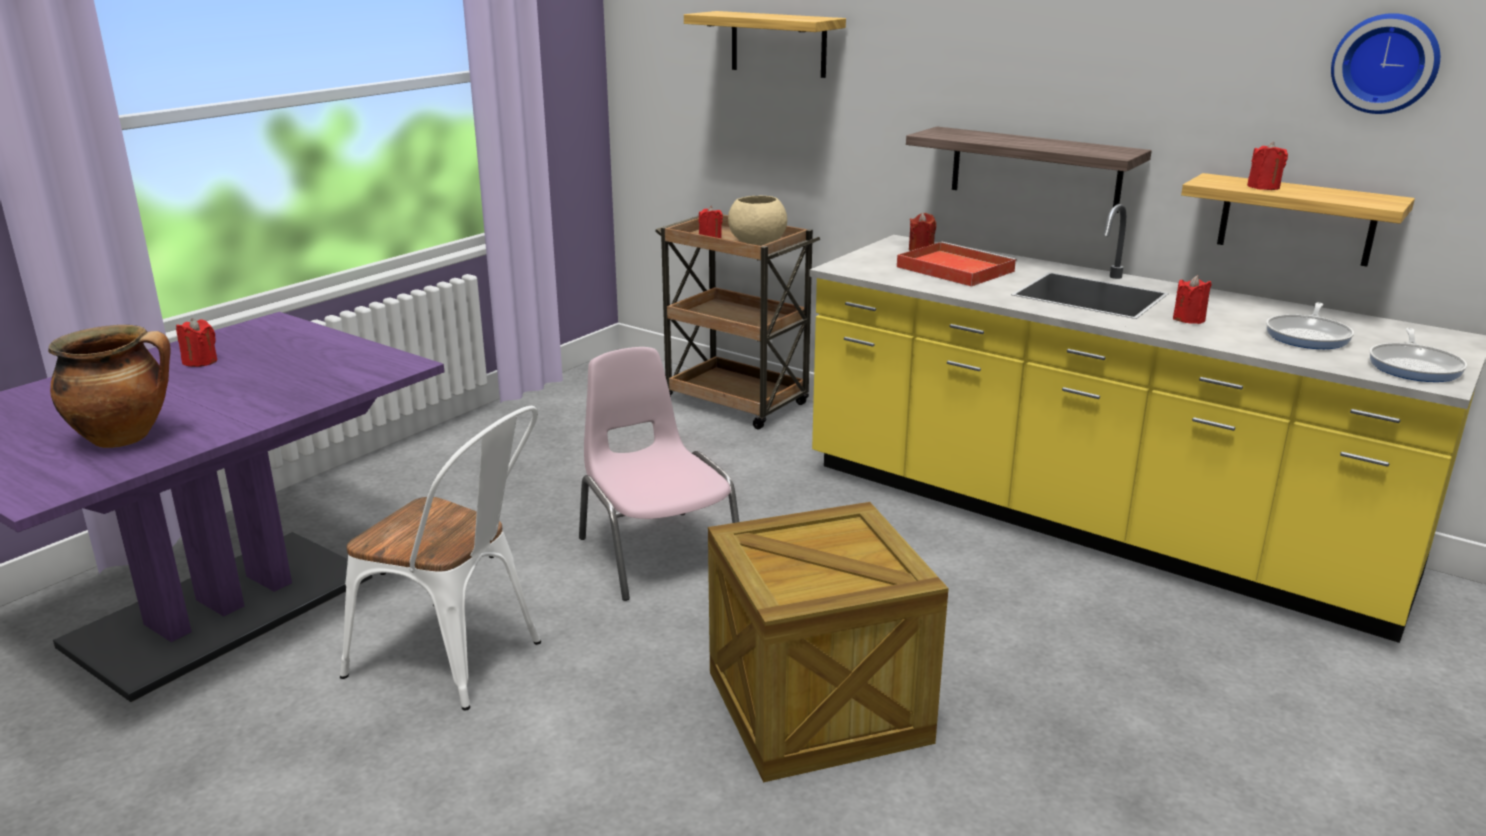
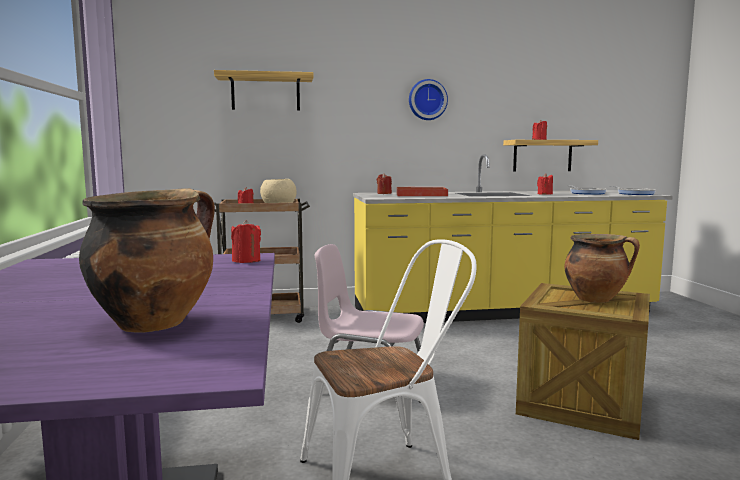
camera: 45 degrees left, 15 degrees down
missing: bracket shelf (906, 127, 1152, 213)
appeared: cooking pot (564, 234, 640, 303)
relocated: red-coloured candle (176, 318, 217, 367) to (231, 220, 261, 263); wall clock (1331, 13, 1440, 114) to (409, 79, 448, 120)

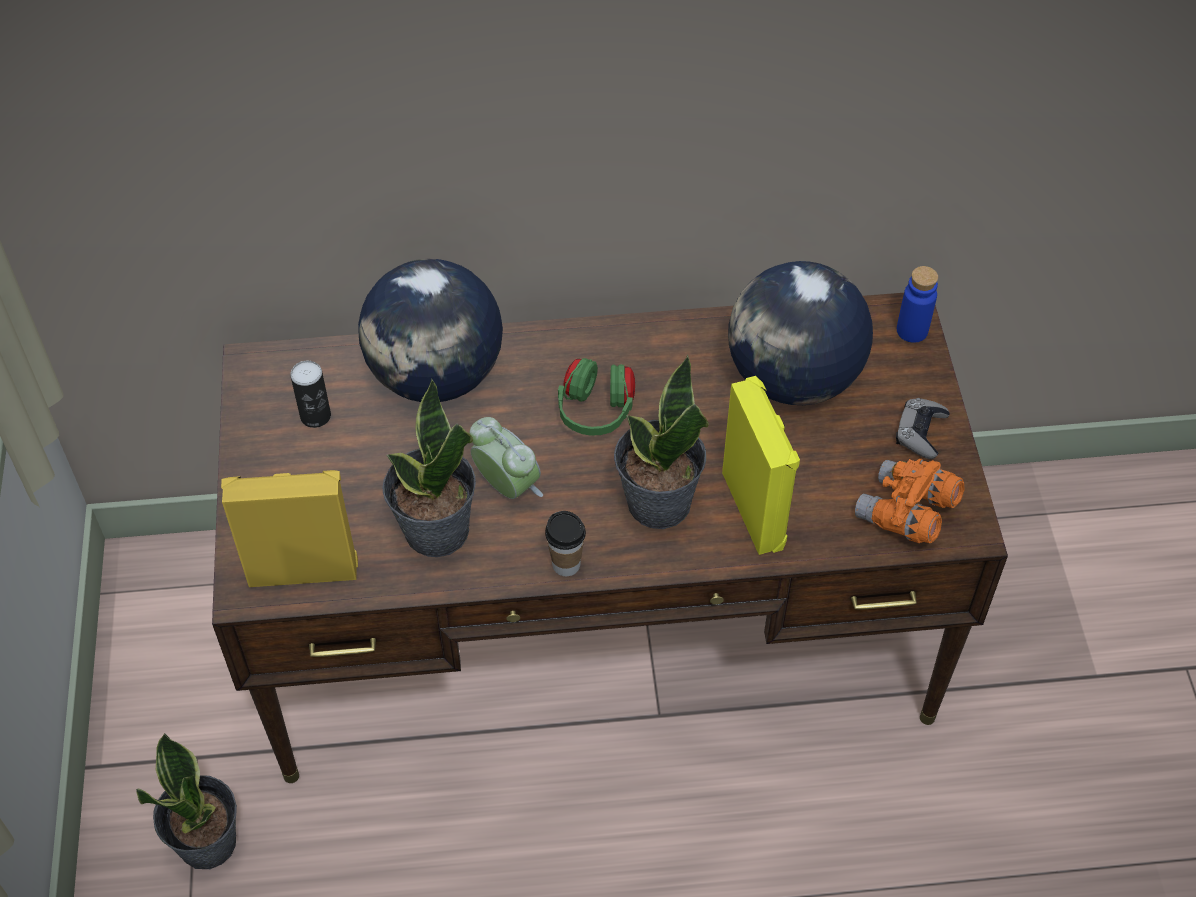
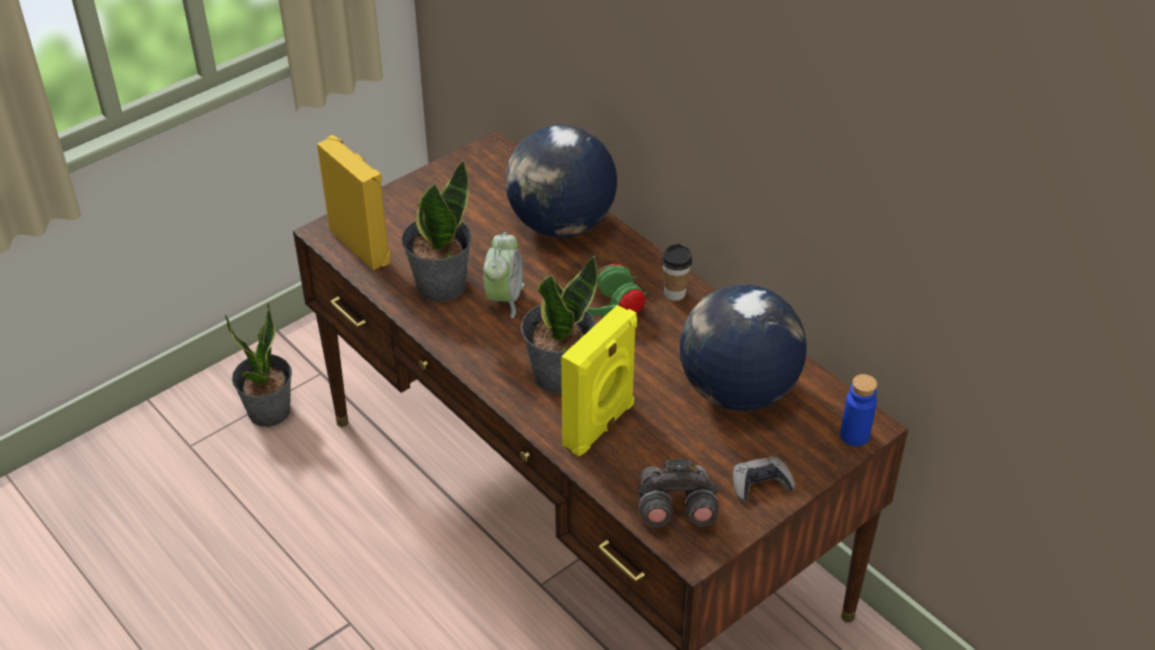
camera: 55 degrees right, 10 degrees down
missing: sealed can (290, 361, 331, 428)
relocated: cup (545, 511, 586, 576) to (662, 244, 692, 301)
colour: orange-coloured pair of binoculars (855, 459, 965, 543) to gray pair of binoculars (638, 459, 719, 528)

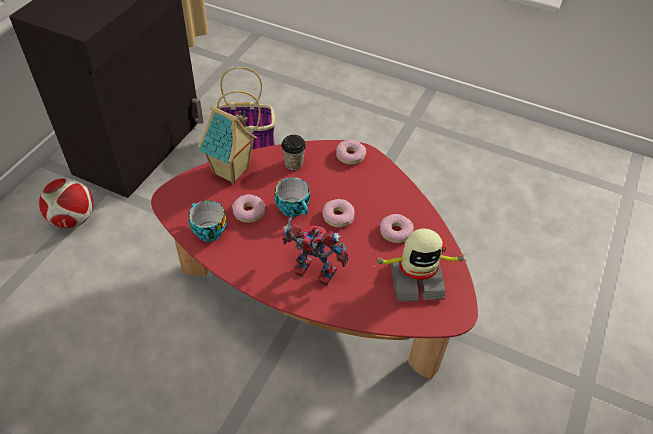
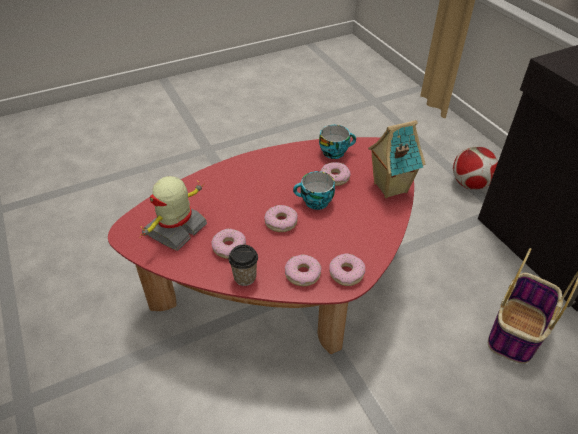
camera: 130 degrees right, 5 degrees down
missing: robot figure (282, 217, 349, 286)
appeared: donut (285, 254, 321, 286)
relocated: cup (281, 135, 306, 170) to (228, 245, 258, 286)

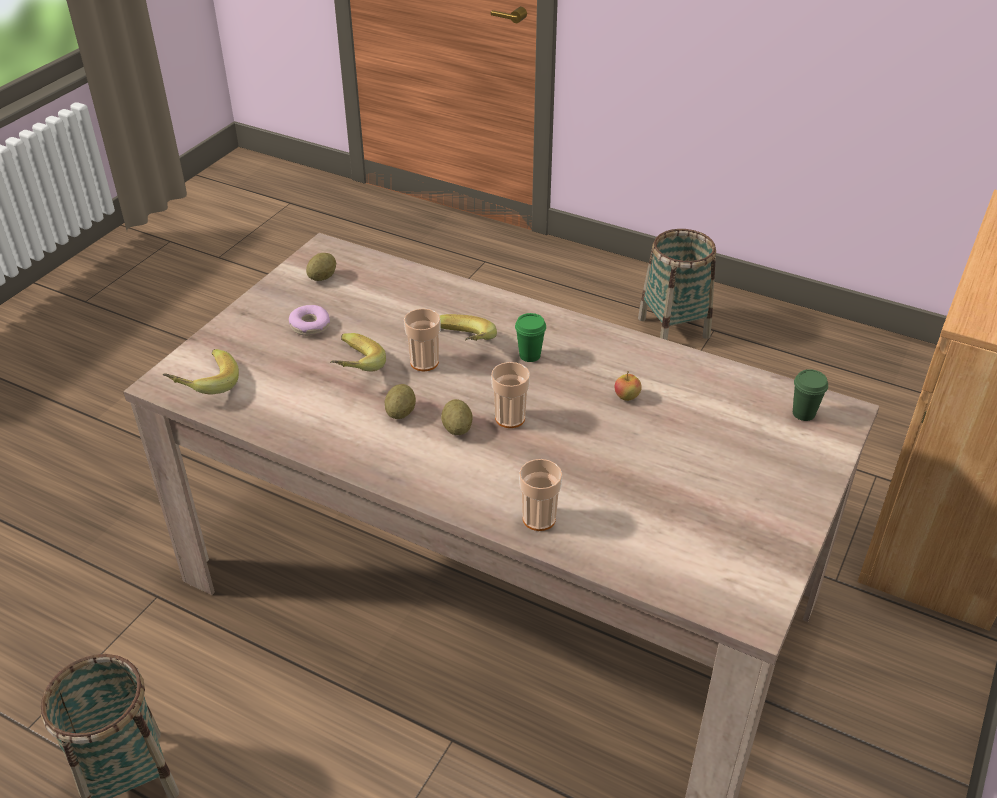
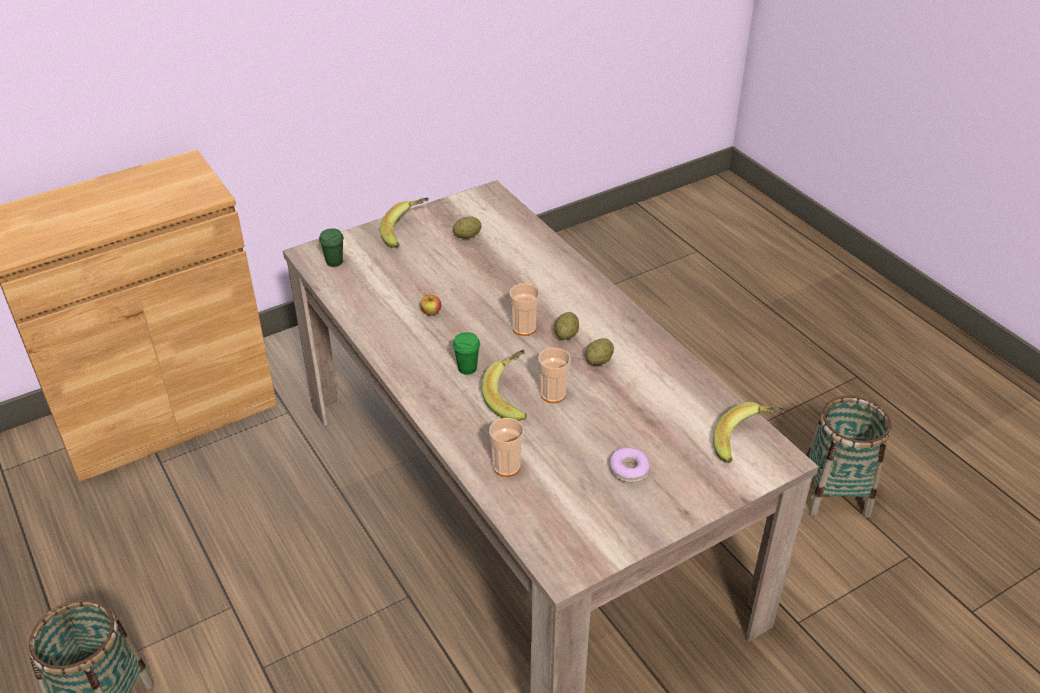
camera: 150 degrees left, 0 degrees up
relocated: whole potato (306, 253, 336, 281) to (453, 216, 482, 239); banana fruit (331, 333, 386, 372) to (380, 198, 429, 247); cup (519, 459, 562, 531) to (489, 418, 524, 477)

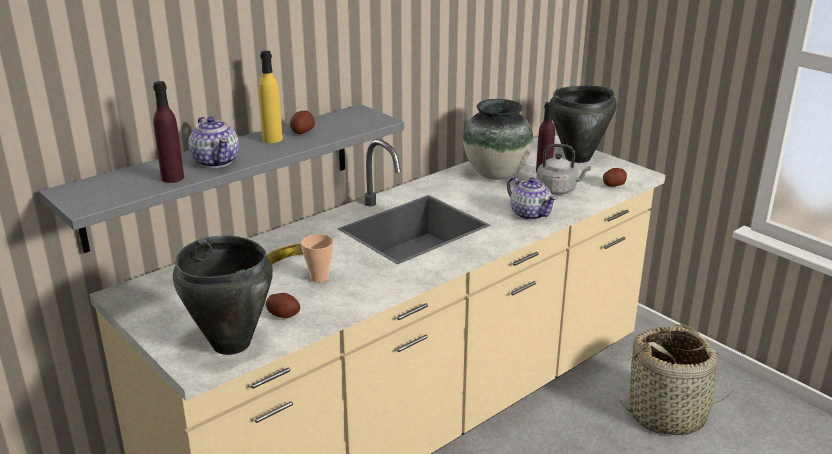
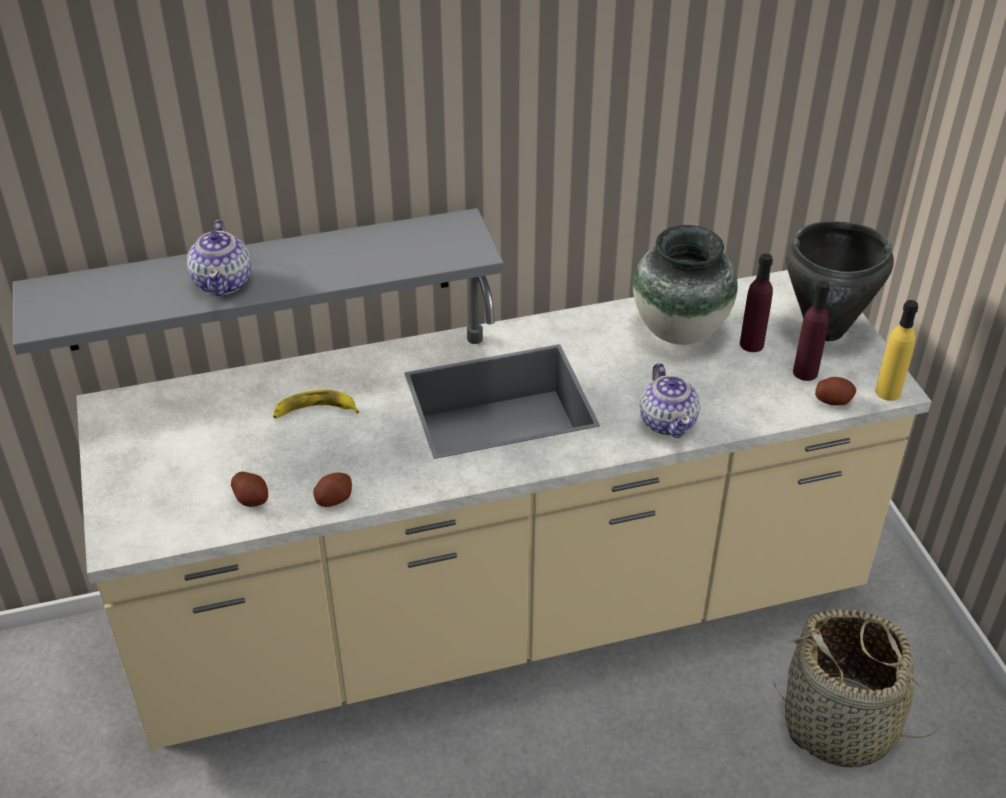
camera: 25 degrees right, 15 degrees up
missing: black cooking pot (173, 235, 273, 355); cup (301, 234, 334, 282); gray kettle (536, 144, 591, 195)
relocated: purple bottle (153, 81, 184, 183) to (793, 281, 830, 381); yellow bottle (258, 51, 283, 143) to (875, 300, 918, 401); whole potato (290, 111, 315, 134) to (313, 472, 352, 507)

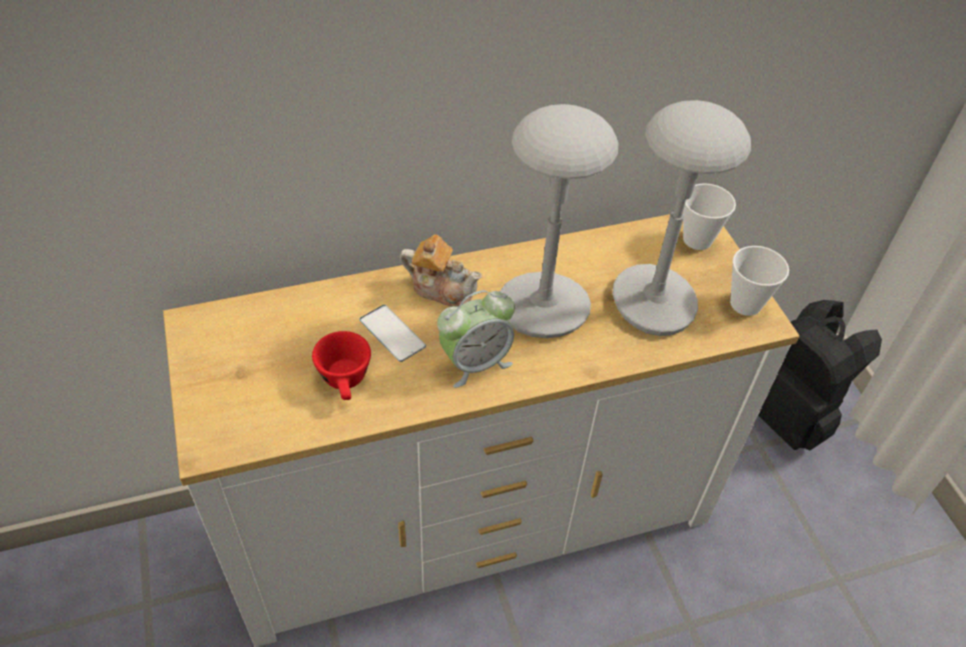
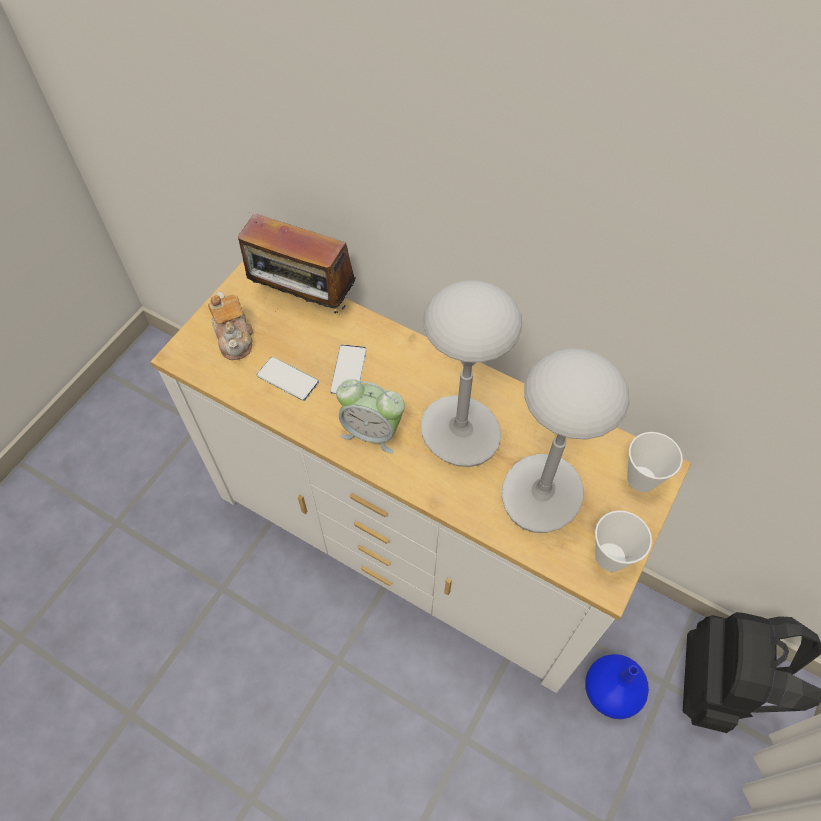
camera: 50 degrees right, 10 degrees up
appeared: radio (238, 213, 356, 314); blue-coloured decorative vase (585, 654, 649, 719)
relocated: teapot (400, 234, 482, 307) to (208, 292, 253, 360)
exchanged: red-coloured cup (312, 331, 371, 400) to phone (256, 357, 319, 401)

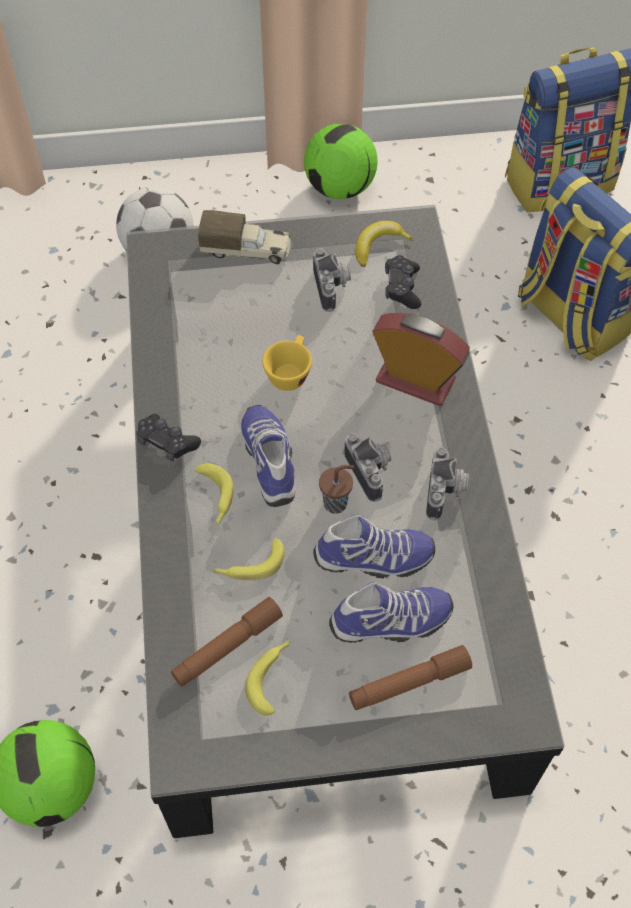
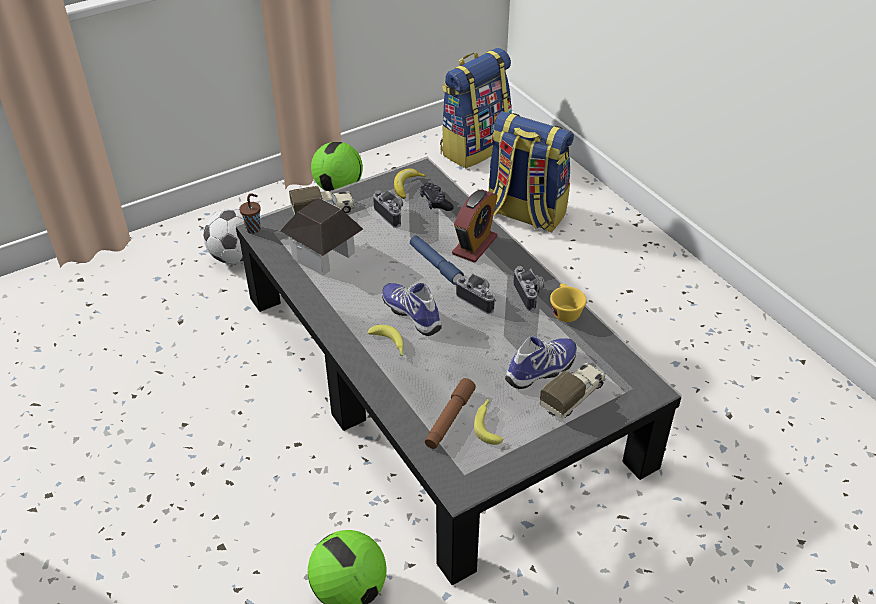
camera: 25 degrees left, 15 degrees down
missing: black joypad (136, 414, 201, 461); banana fruit (212, 538, 284, 581); low shoe (313, 515, 435, 578)
appeared: model house (280, 198, 363, 276); blue-coloured hand torch (410, 236, 464, 285)
relocated: yellow cup (262, 335, 312, 391) to (550, 284, 587, 322); brown cup (319, 465, 354, 514) to (239, 193, 261, 234)
exchanged: brown hand torch (349, 645, 472, 710) to model truck (540, 362, 606, 419)
spun: alarm clock (372, 313, 470, 406) = (452, 190, 498, 263) 120 degrees clockwise

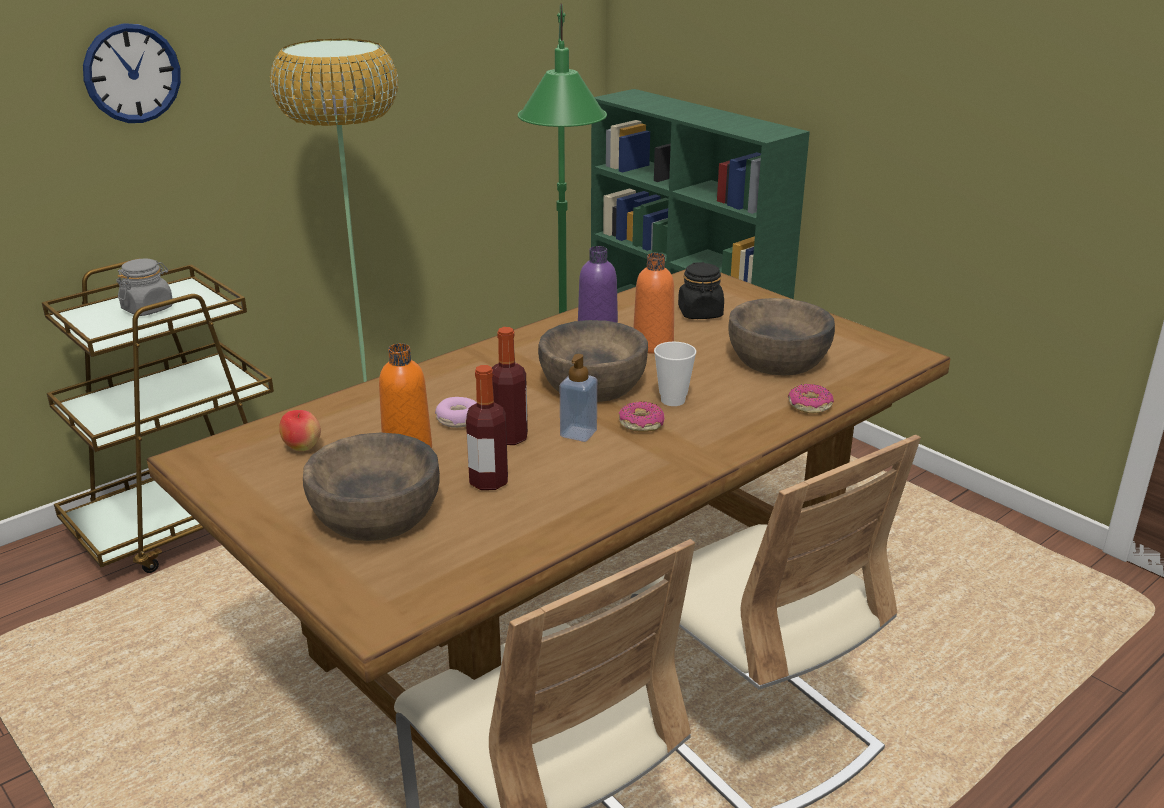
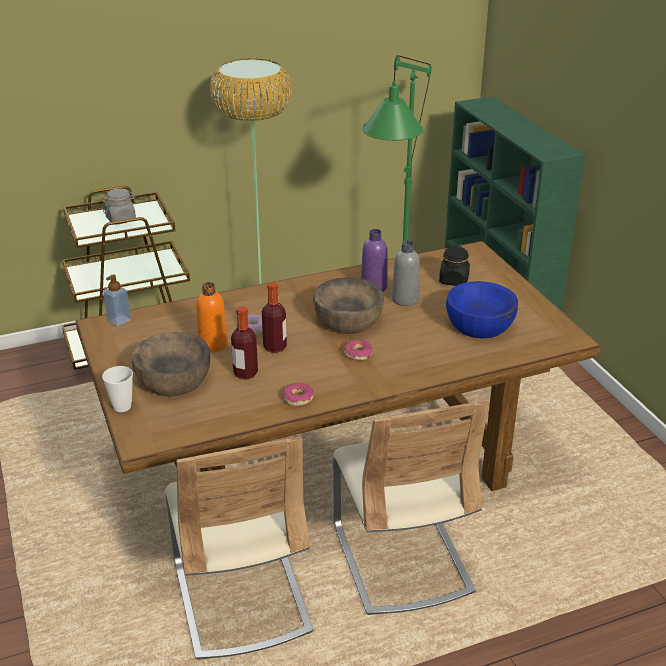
camera: 20 degrees right, 5 degrees up
missing: wall clock (83, 23, 181, 123); apple fruit (279, 410, 321, 451)
relocated: liquid soap bottle (560, 354, 597, 442) to (103, 275, 131, 326); cup (654, 342, 696, 406) to (102, 366, 133, 412); donut (788, 384, 834, 414) to (282, 382, 314, 406)
colour: orange-coloured bottle (633, 253, 674, 354) to gray bottle (392, 240, 420, 306); brown bowl (729, 298, 835, 376) to blue-coloured bowl (446, 281, 518, 338)

